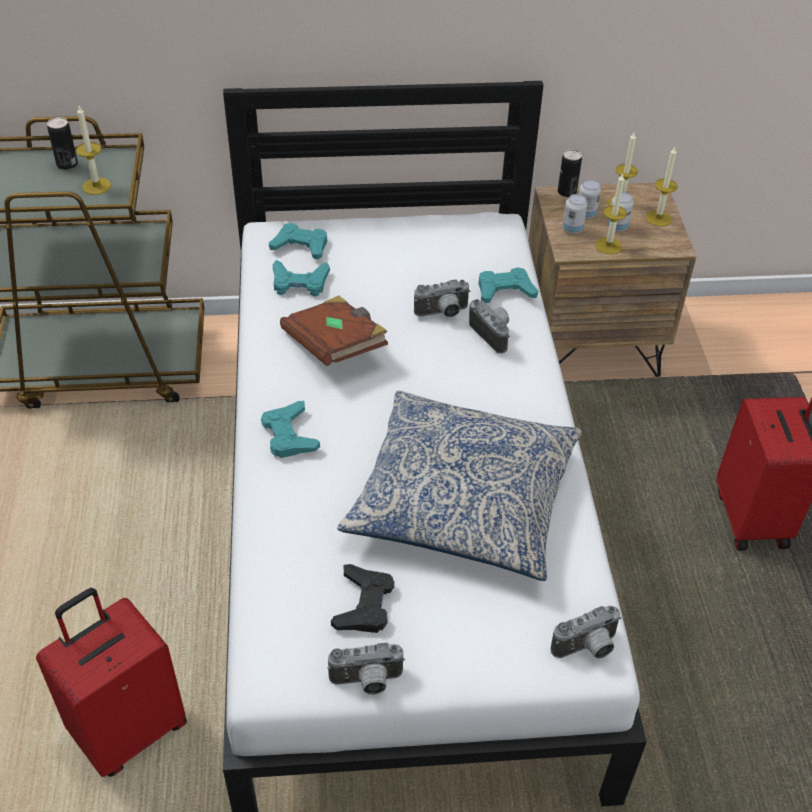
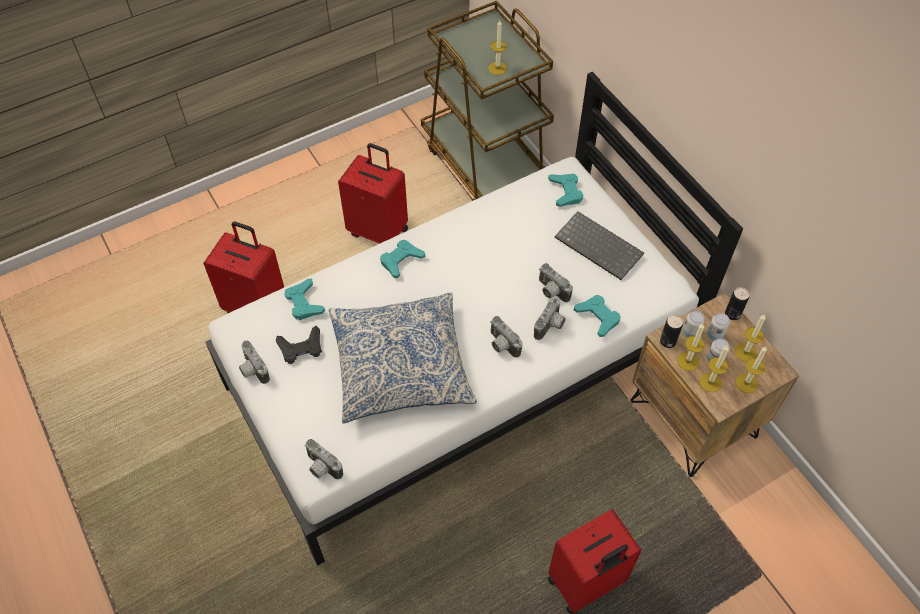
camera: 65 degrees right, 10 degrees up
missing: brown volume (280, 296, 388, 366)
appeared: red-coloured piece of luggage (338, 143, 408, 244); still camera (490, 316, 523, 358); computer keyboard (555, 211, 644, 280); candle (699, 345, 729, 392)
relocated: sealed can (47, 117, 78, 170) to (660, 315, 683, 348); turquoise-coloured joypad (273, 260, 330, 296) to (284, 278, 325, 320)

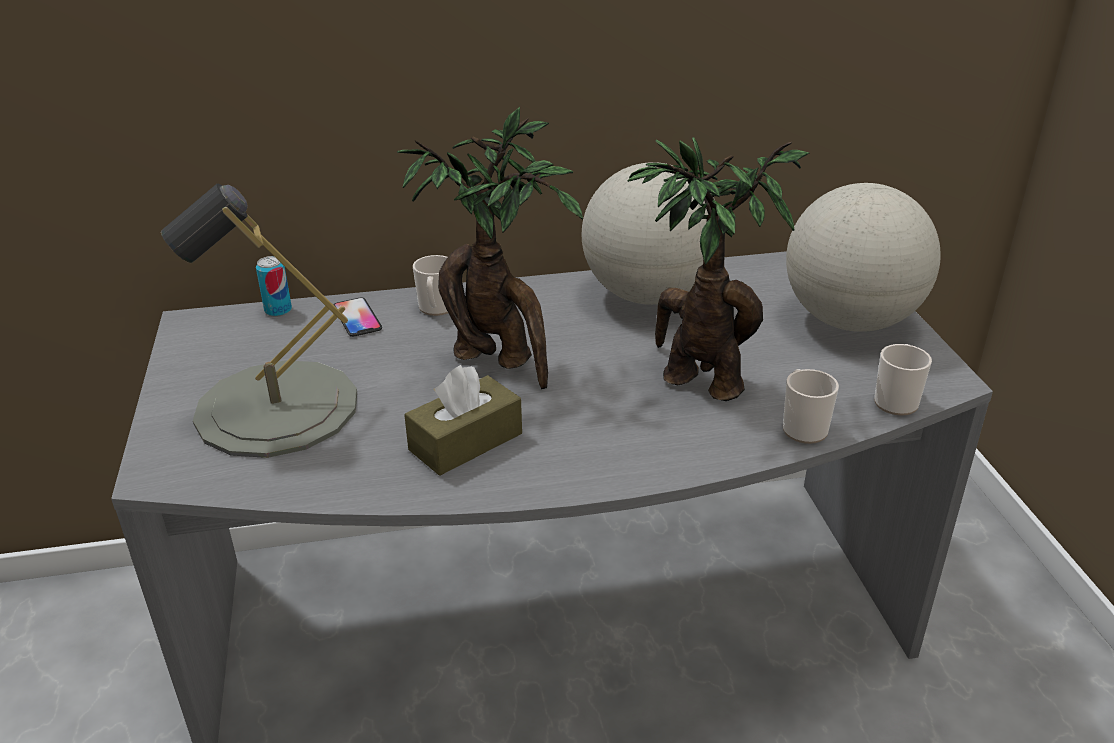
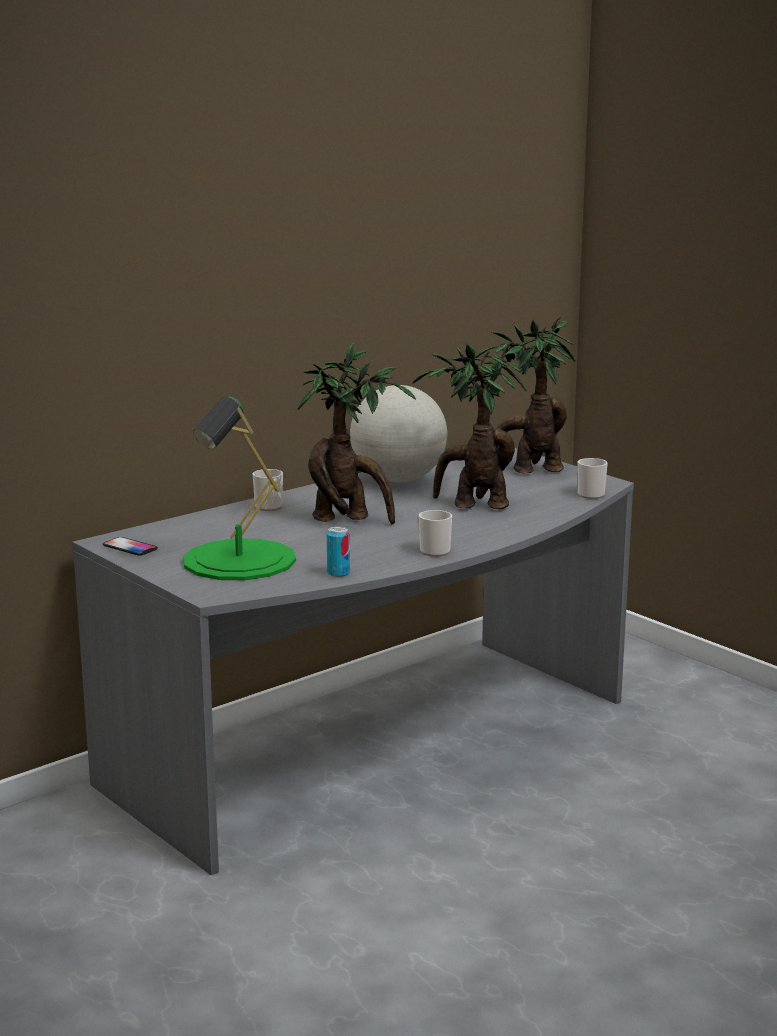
camera: 30 degrees left, 15 degrees down
missing: brown box of tissues (404, 365, 522, 476)
relocated: sealed can (256, 256, 292, 317) to (327, 526, 350, 577); phone (334, 297, 382, 337) to (103, 537, 158, 556); coffee mug (783, 369, 839, 444) to (417, 510, 452, 557)
exchanged: globe (786, 183, 941, 332) to potted plant (475, 317, 576, 474)
colour: gray lamp for a table (161, 184, 357, 458) to green-coloured lamp for a table (183, 396, 296, 580)

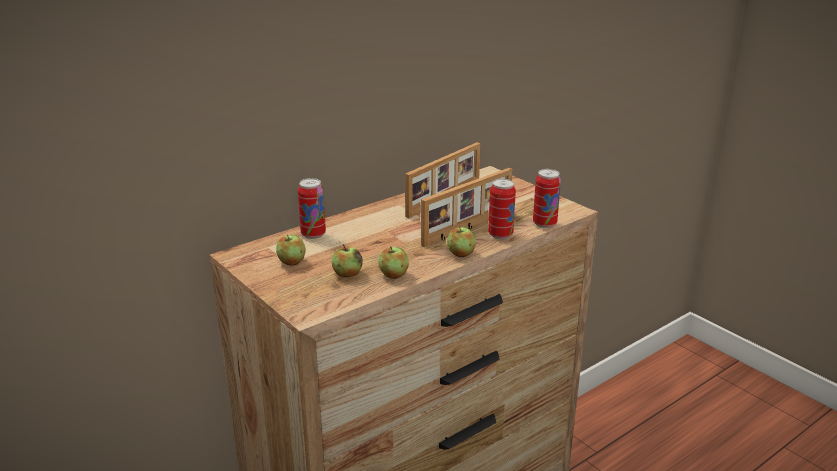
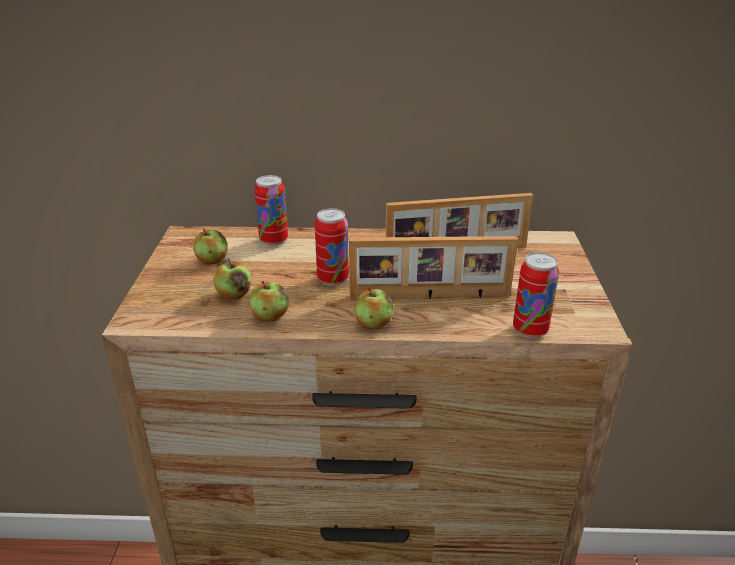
camera: 40 degrees right, 5 degrees up
relocated: sealed can (488, 179, 516, 239) to (315, 208, 349, 286)

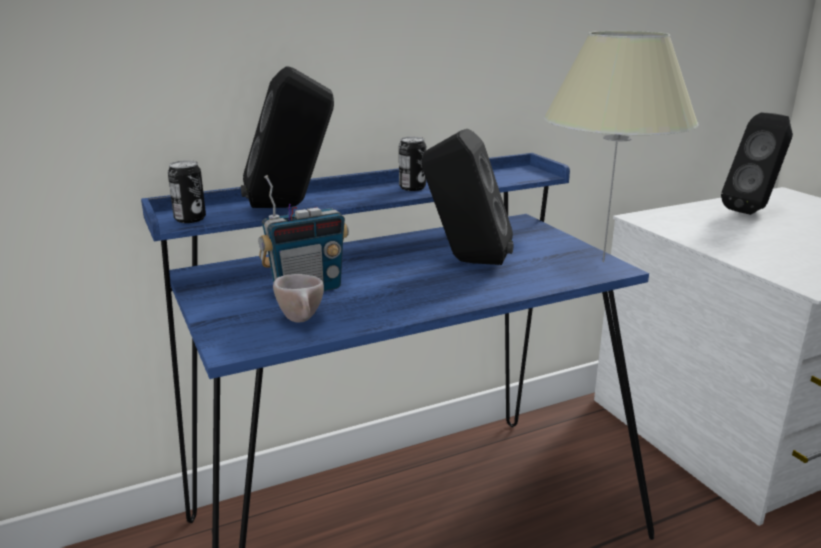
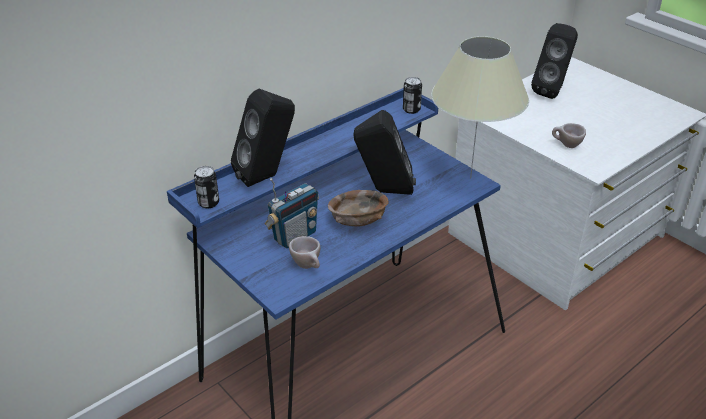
camera: 15 degrees left, 15 degrees up
appeared: brown bowl (328, 190, 389, 227); sand-coloured cup (552, 123, 586, 148)
relocated: sealed can (399, 137, 426, 191) to (403, 77, 422, 114)

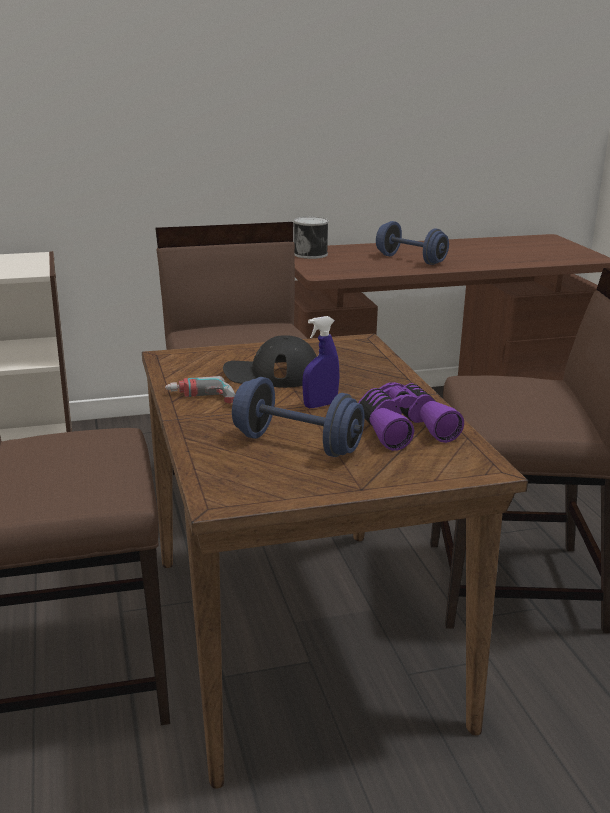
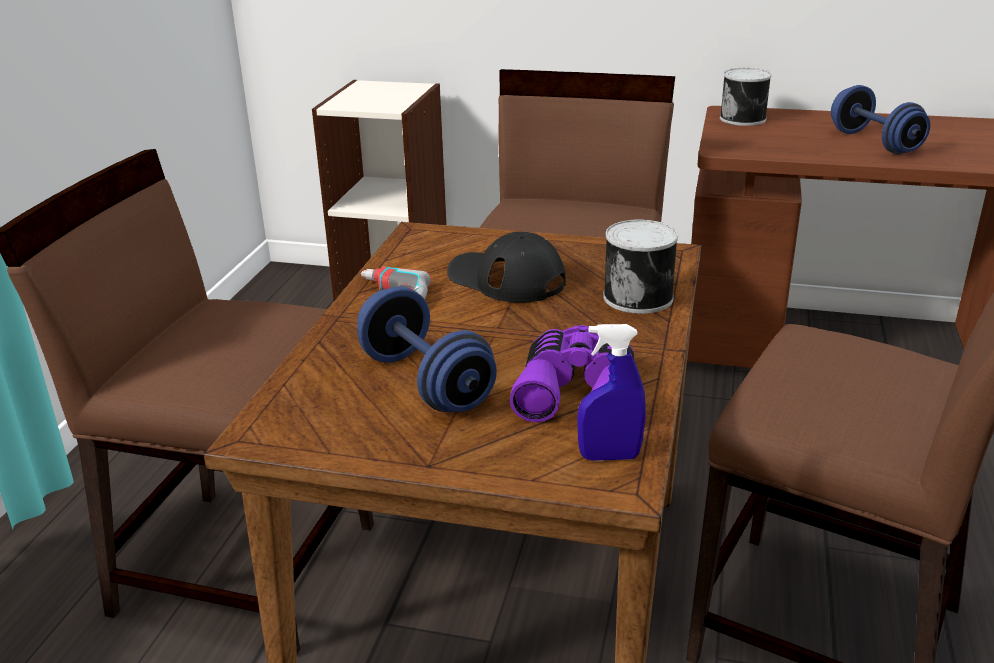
camera: 30 degrees right, 5 degrees up
appeared: sealed can (603, 219, 678, 314)
relocated: blue-coloured sprayer (302, 316, 339, 408) to (577, 324, 646, 461)

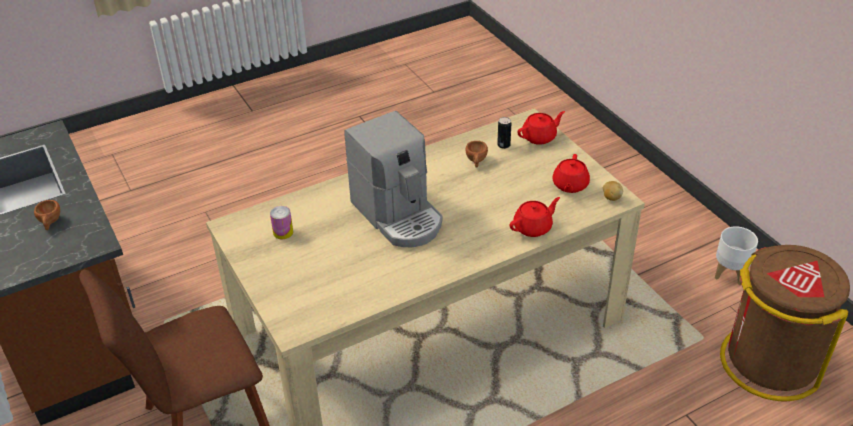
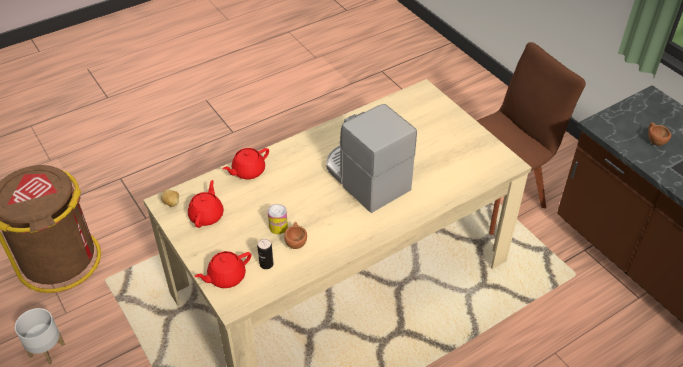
camera: 175 degrees right, 5 degrees up
relocated: sealed can (270, 206, 293, 239) to (268, 204, 288, 234)

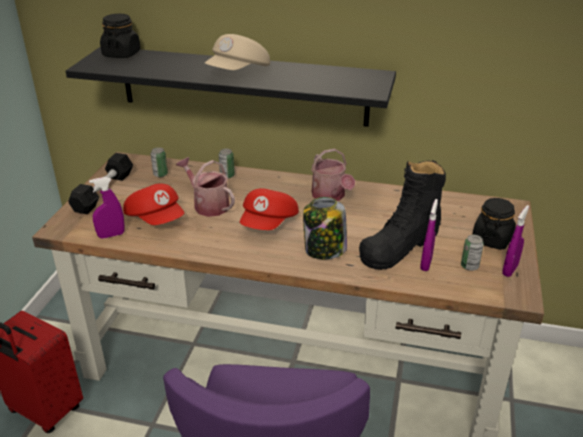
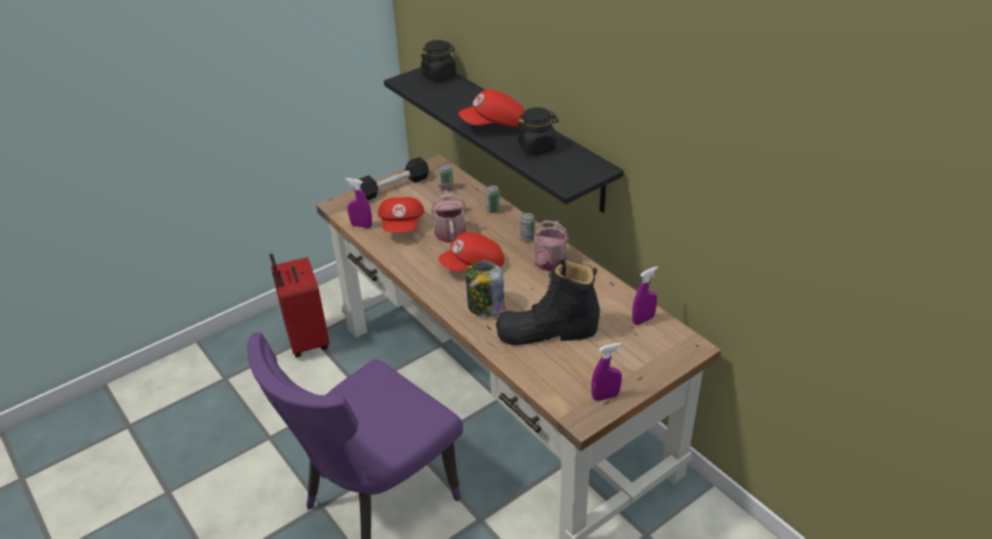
camera: 40 degrees right, 5 degrees up
relocated: purple sprayer (420, 199, 438, 271) to (632, 266, 658, 325); sealed can (461, 235, 484, 271) to (520, 213, 535, 242); black jar (472, 198, 516, 250) to (516, 107, 559, 155)
colour: sand-coloured baseball cap (205, 34, 270, 70) to red-coloured baseball cap (459, 89, 525, 127)

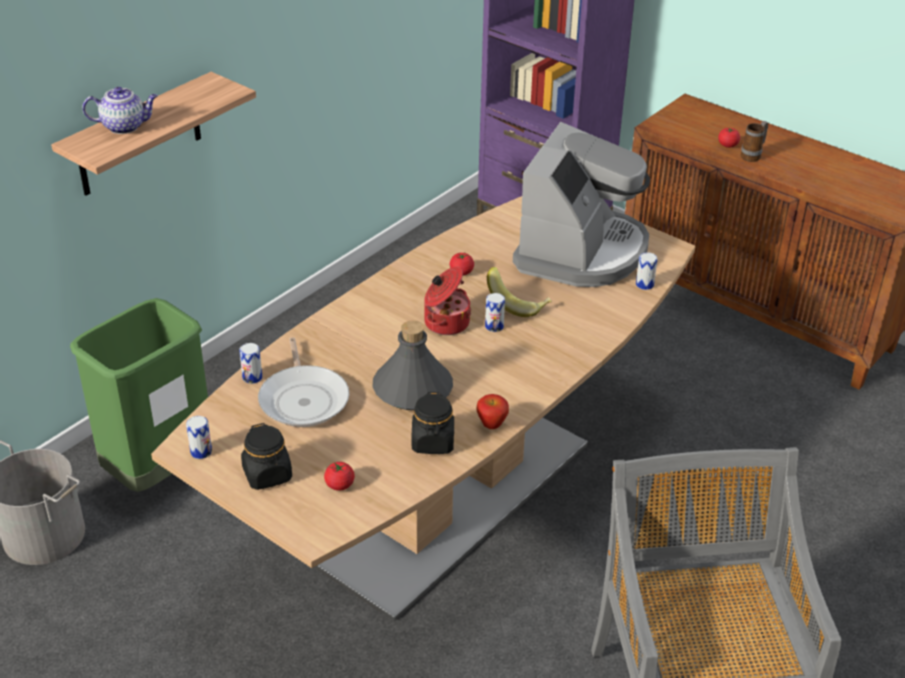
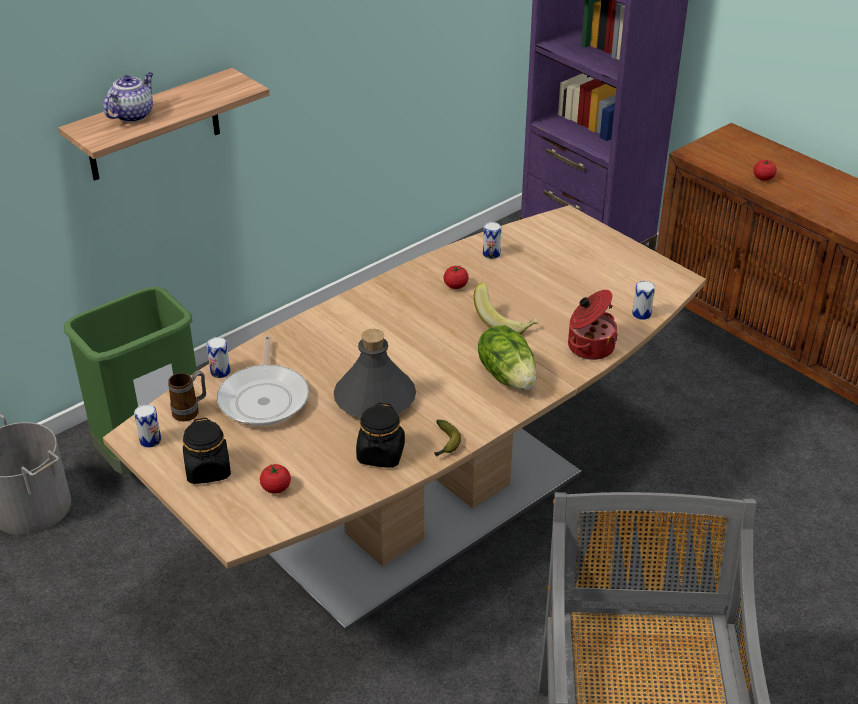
camera: 10 degrees right, 0 degrees up
missing: coffee maker (513, 122, 650, 287)
appeared: lettuce (478, 325, 537, 390)
relocated: cooking pot (424, 267, 471, 335) to (568, 290, 618, 360); sealed can (485, 293, 505, 332) to (483, 222, 501, 259); coffee mug (741, 121, 768, 162) to (168, 370, 206, 422)
exchanged: apple fruit (477, 394, 509, 429) to banana fruit (435, 420, 461, 457)
spun: teapot (82, 87, 158, 134) = (103, 72, 153, 122) 60 degrees counterclockwise

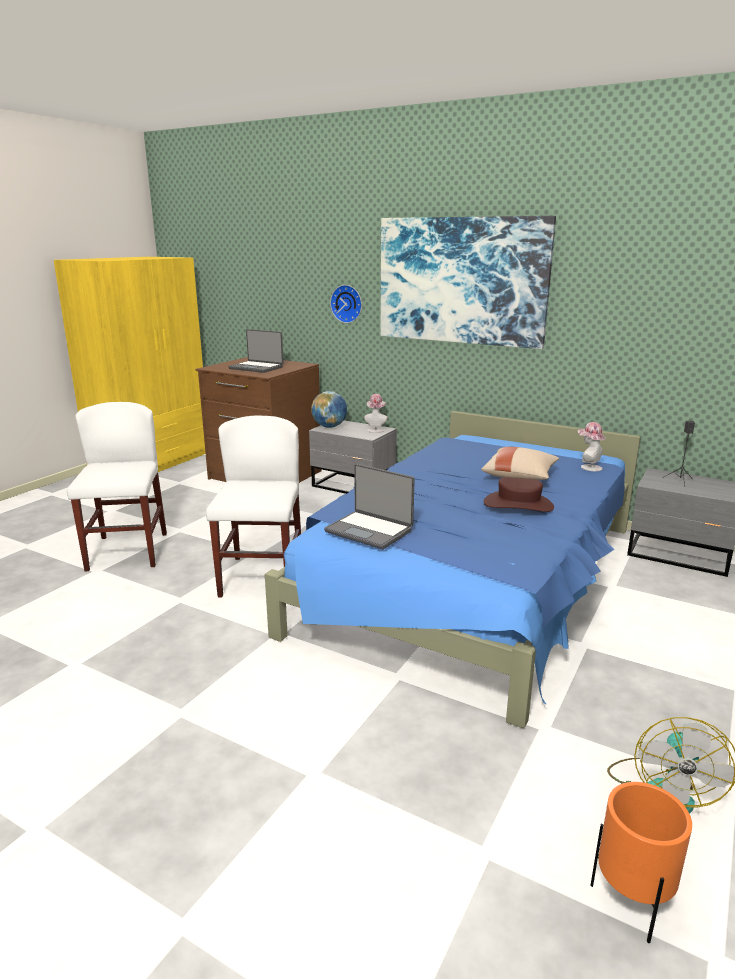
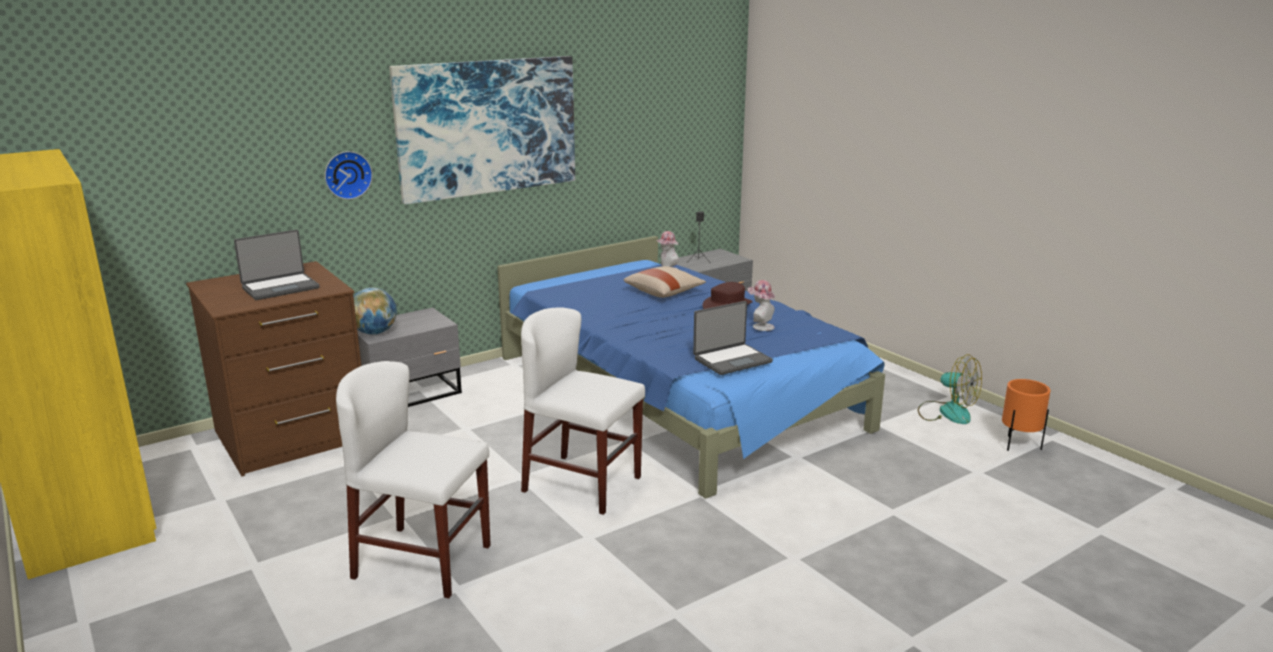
camera: 65 degrees left, 0 degrees up
relocated: clothing hat (364, 394, 388, 433) to (748, 280, 776, 331)

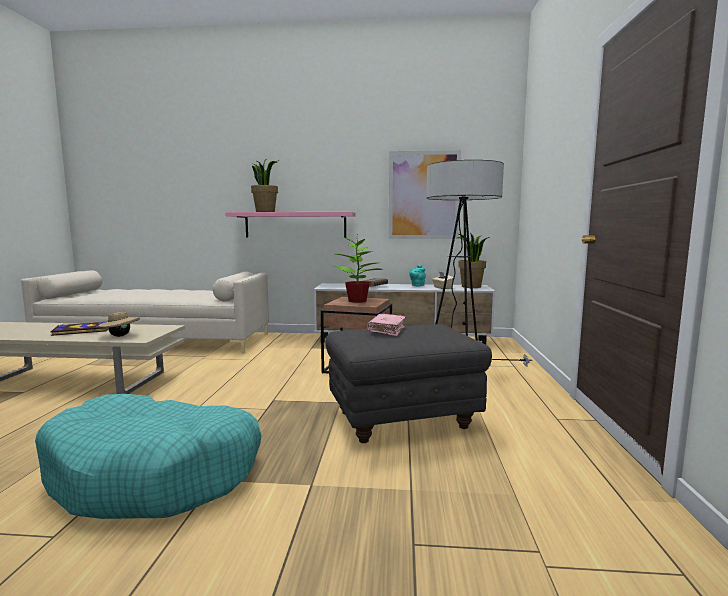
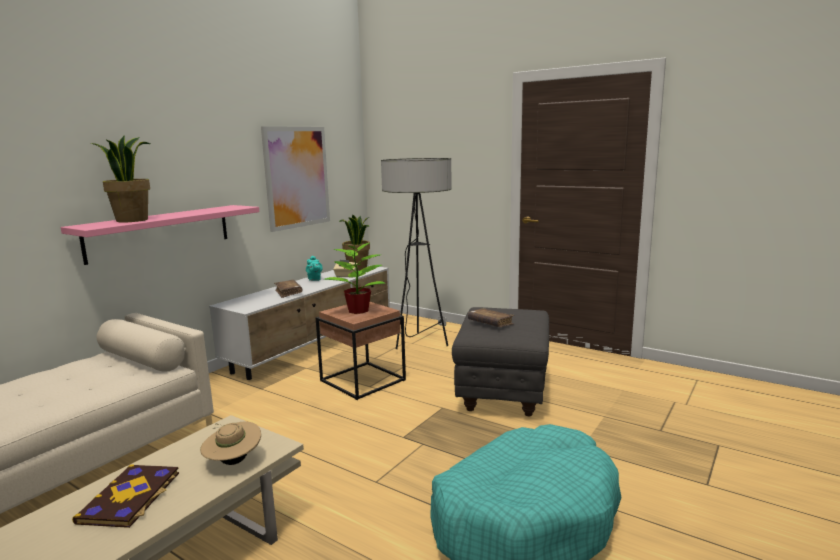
camera: 60 degrees left, 5 degrees up
colour: pink-coloured volume (367, 314, 406, 336) to brown volume (468, 308, 514, 327)

